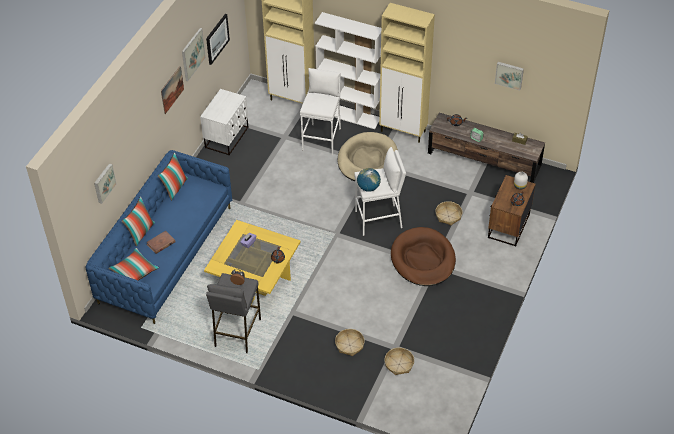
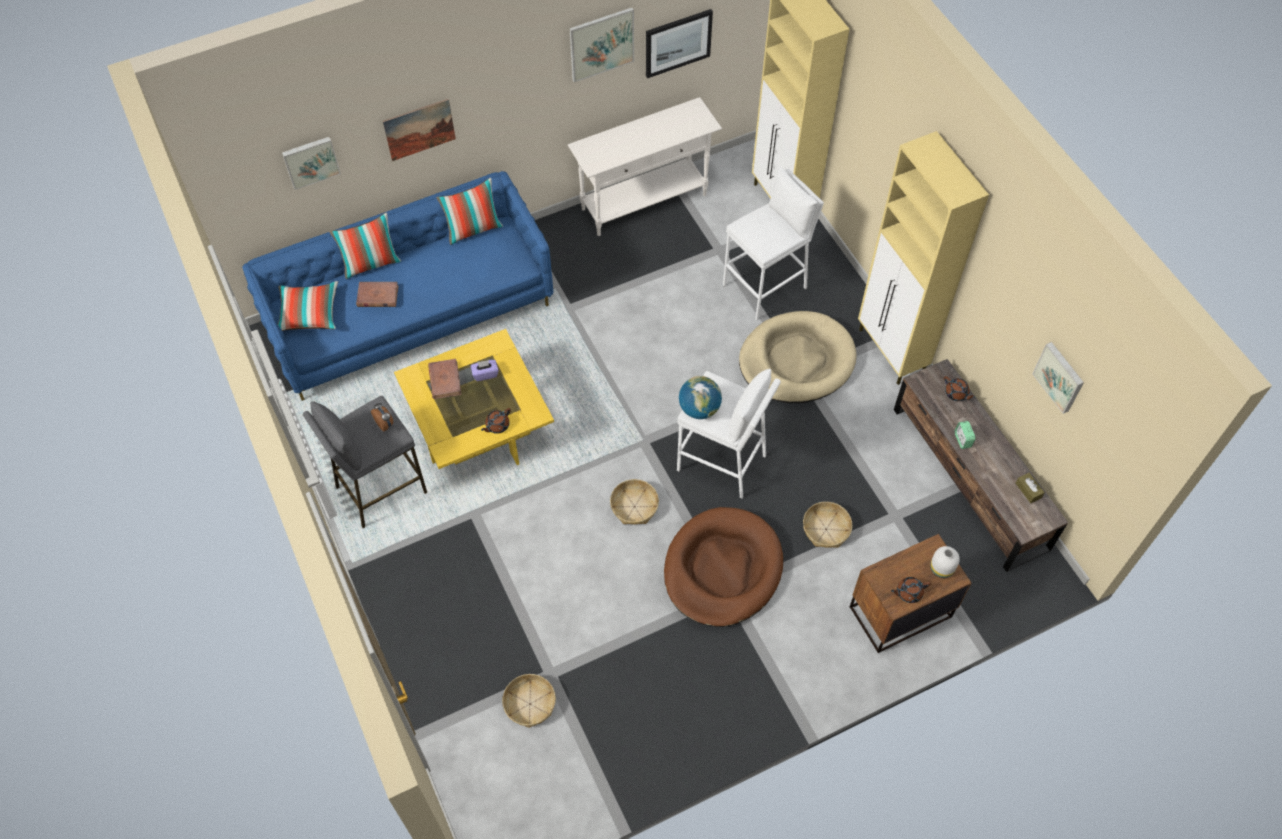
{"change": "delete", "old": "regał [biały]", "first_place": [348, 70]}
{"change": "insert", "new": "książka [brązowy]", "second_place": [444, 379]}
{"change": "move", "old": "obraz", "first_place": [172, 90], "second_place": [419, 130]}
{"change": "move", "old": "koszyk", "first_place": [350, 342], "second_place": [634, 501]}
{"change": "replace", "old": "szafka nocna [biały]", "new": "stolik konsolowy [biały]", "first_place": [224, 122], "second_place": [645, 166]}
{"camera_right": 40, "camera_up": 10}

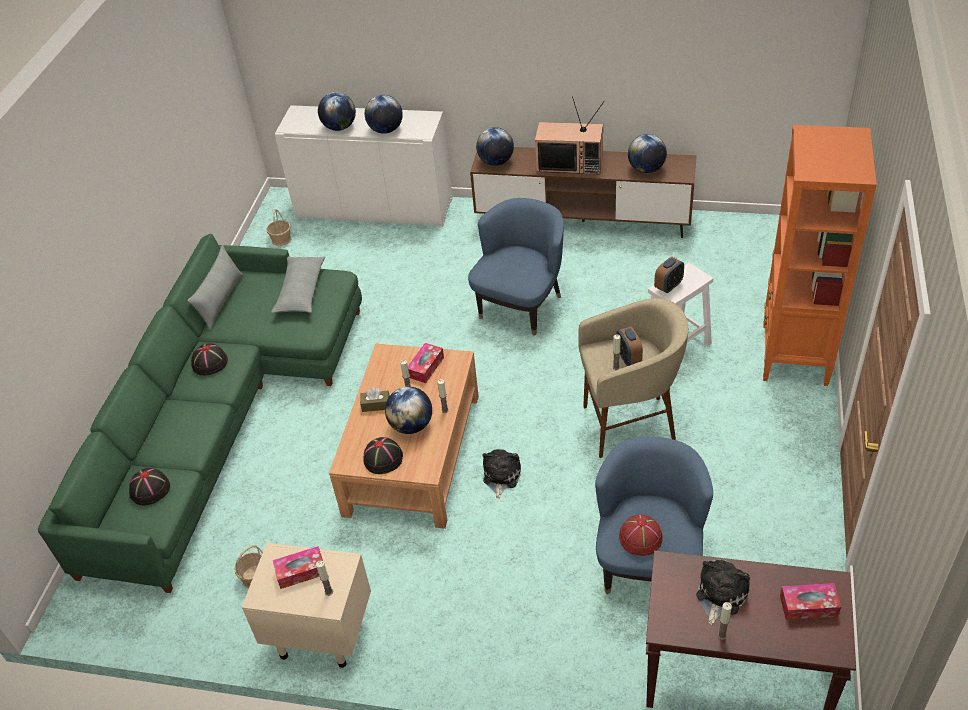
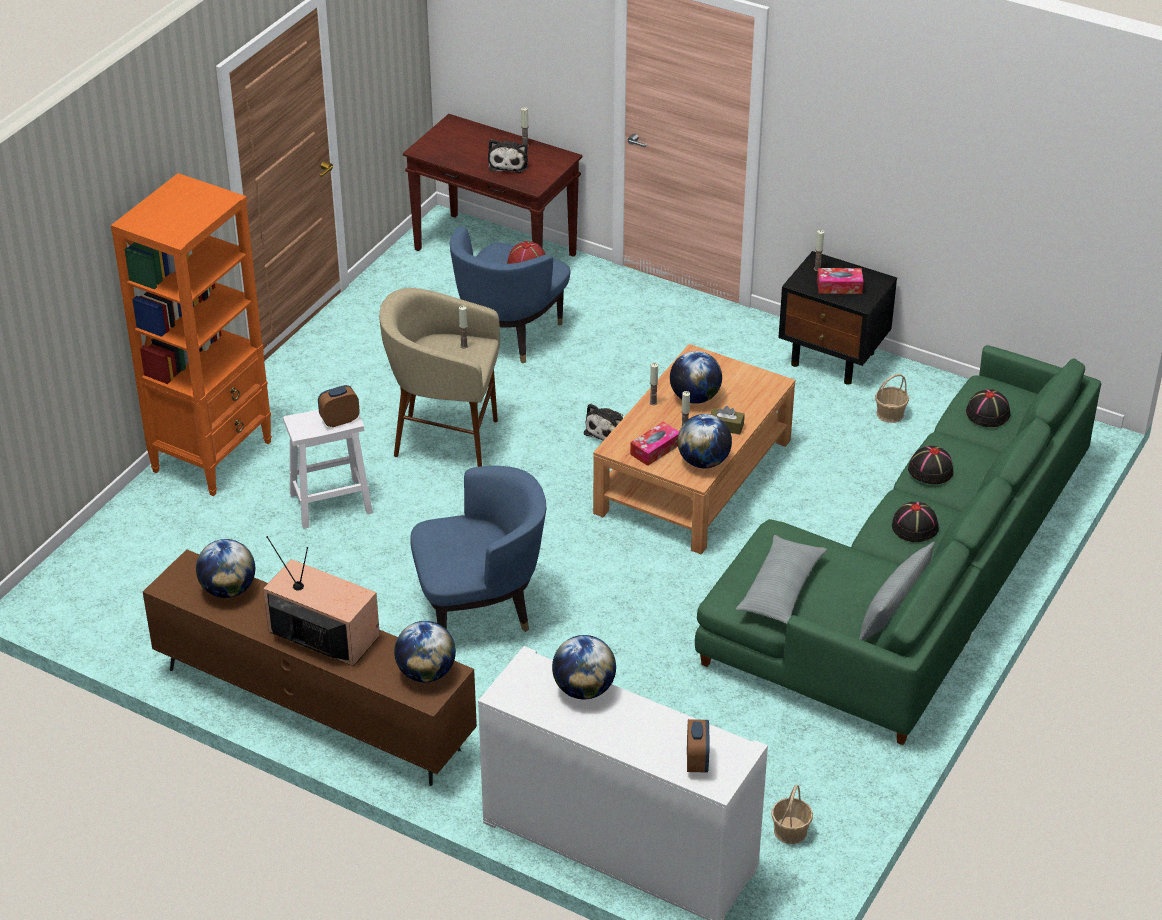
{"change": "delete", "old": "pudełko chusteczek", "first_place": [810, 601]}
{"change": "move", "old": "globus", "first_place": [337, 111], "second_place": [705, 441]}
{"change": "move", "old": "kapelusz [czarny]", "first_place": [383, 455], "second_place": [931, 464]}
{"change": "move", "old": "budzik", "first_place": [629, 346], "second_place": [698, 745]}
{"change": "recolor", "old": "szafka nocna [beżowy]", "new": "szafka nocna [czarny]", "first_place": [306, 605], "second_place": [837, 318]}
{"change": "rotate", "old": "fotel [niebieski]", "first_place": [516, 267], "second_place": [478, 549], "degrees": -150}
{"change": "rotate", "old": "pluszak", "first_place": [723, 592], "second_place": [508, 156], "degrees": -45}
{"camera_right": -165, "camera_up": -5}

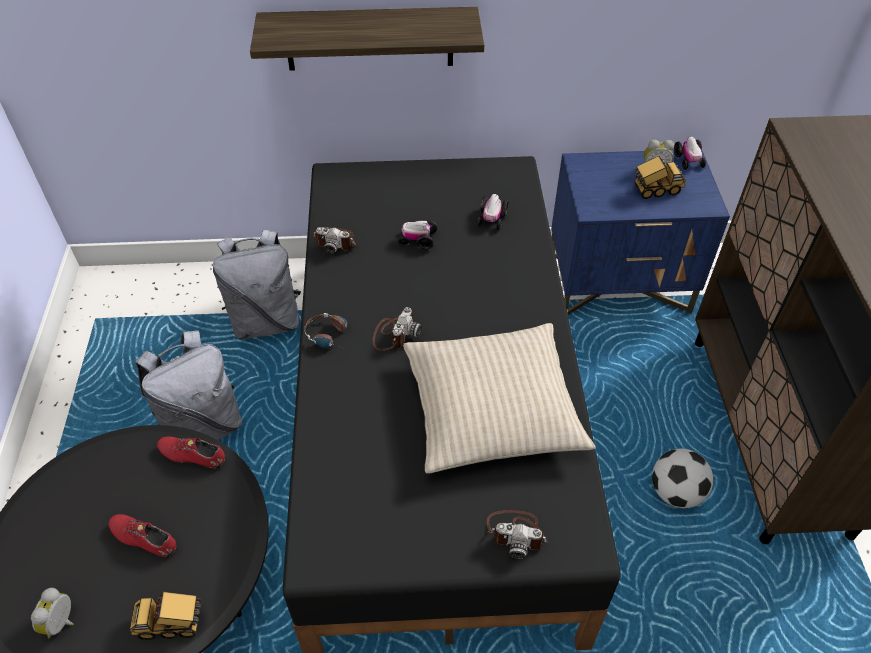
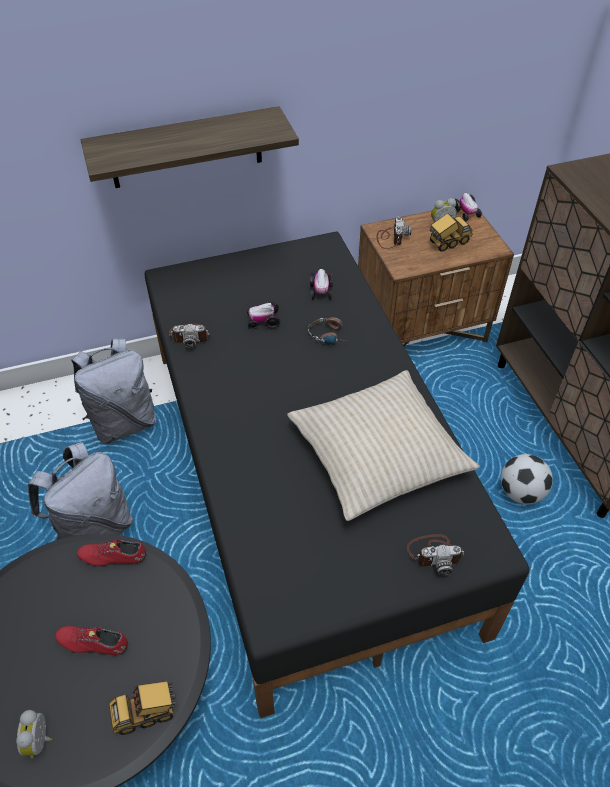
{"change": "move", "old": "słuchawki", "first_place": [325, 331], "second_place": [327, 331]}
{"change": "move", "old": "aparat fotograficzny", "first_place": [396, 328], "second_place": [394, 232]}
{"change": "recolor", "old": "szafka nocna [niebieski]", "new": "szafka nocna [brązowy]", "first_place": [640, 232], "second_place": [436, 278]}
{"camera_right": -15, "camera_up": 0}

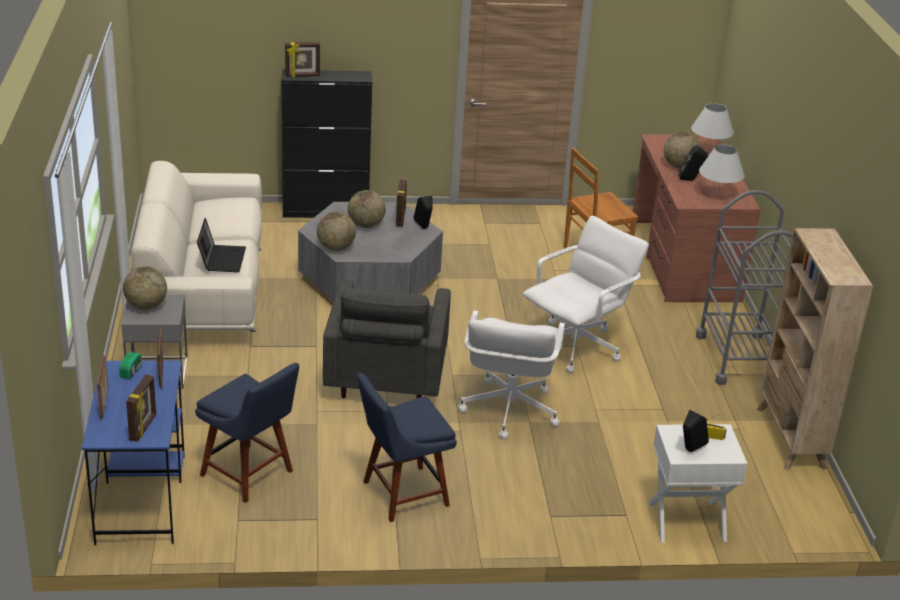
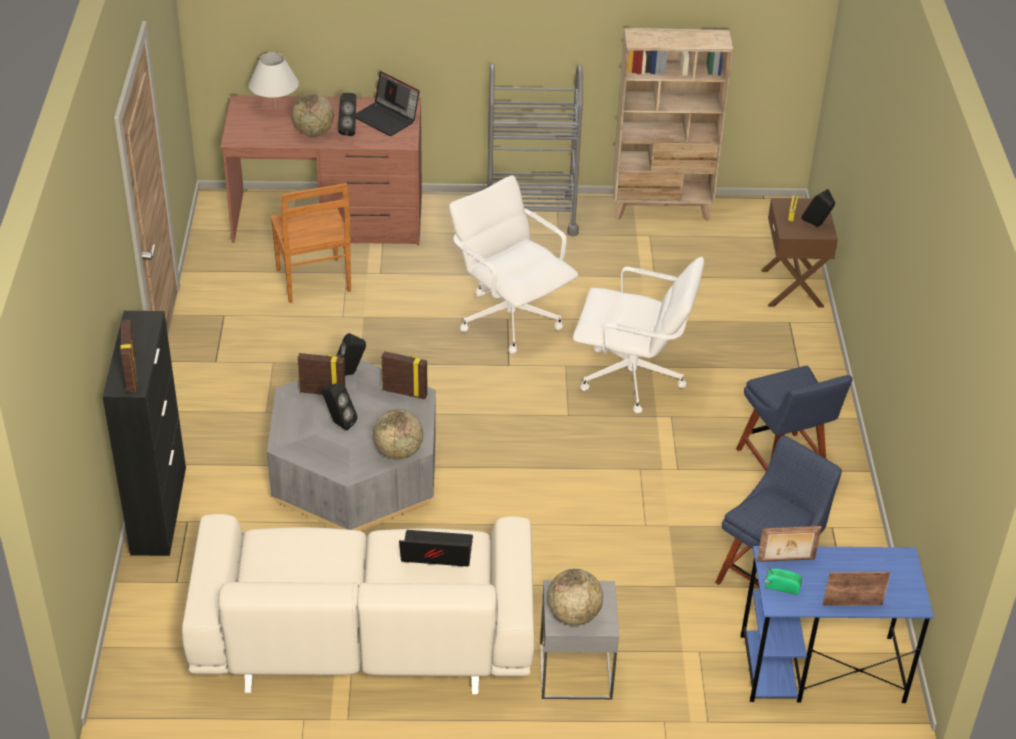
{"change": "delete", "old": "fotel [szary]", "first_place": [387, 338]}
{"change": "move", "old": "ramka na zdjęcie", "first_place": [141, 408], "second_place": [404, 375]}
{"change": "replace", "old": "globus", "new": "głośnik [czarny]", "first_place": [366, 209], "second_place": [339, 407]}
{"change": "replace", "old": "lampa stołowa [biały]", "new": "laptop", "first_place": [721, 169], "second_place": [388, 103]}
{"change": "recolor", "old": "szafka nocna [biały]", "new": "szafka nocna [brązowy]", "first_place": [698, 483], "second_place": [799, 252]}
{"camera_right": -85, "camera_up": 10}

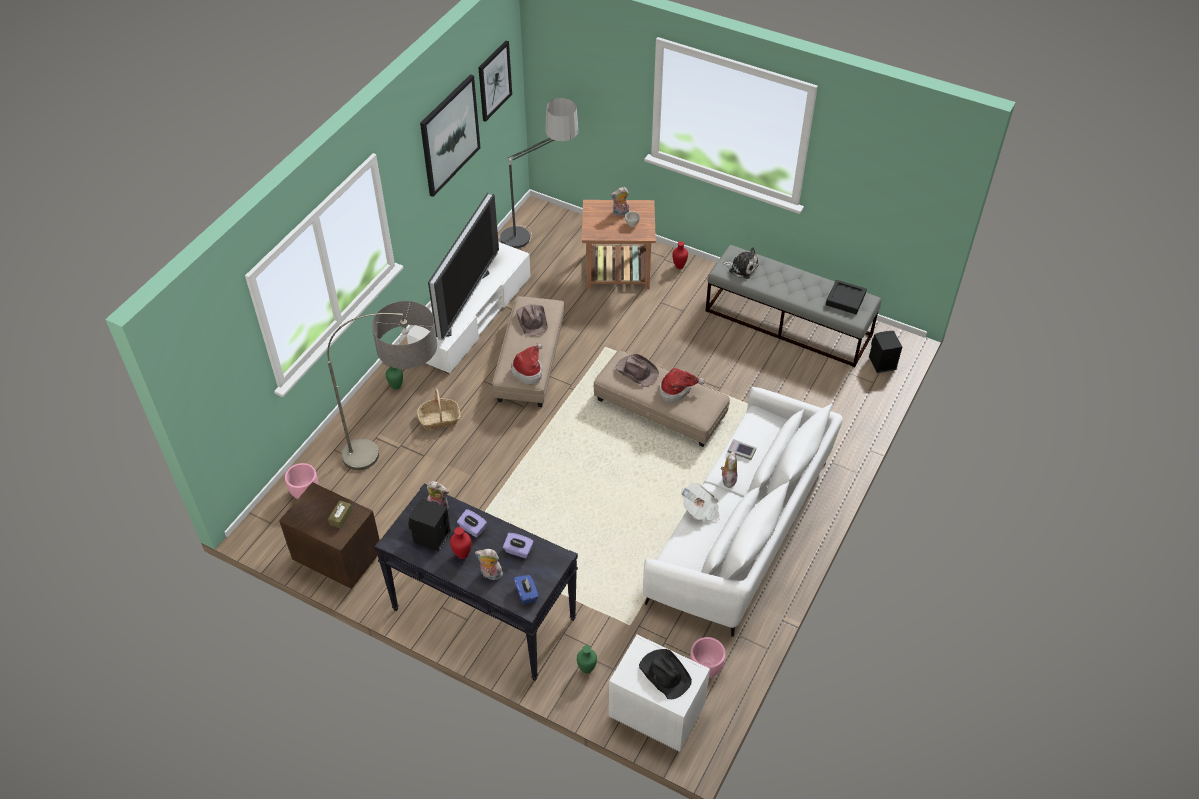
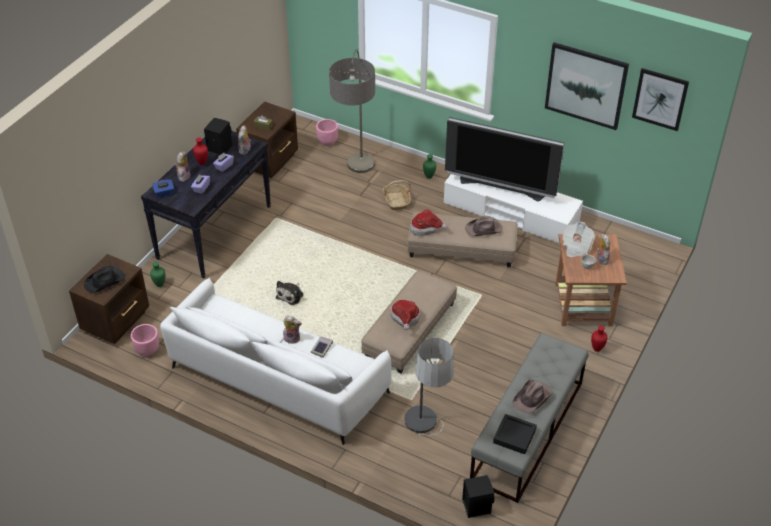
{"change": "move", "old": "lampa stojąca", "first_place": [538, 173], "second_place": [428, 386]}
{"change": "move", "old": "kapelusz [brązowy]", "first_place": [637, 370], "second_place": [532, 397]}
{"change": "move", "old": "gazeta", "first_place": [700, 502], "second_place": [578, 239]}
{"change": "move", "old": "pluszak", "first_place": [741, 263], "second_place": [289, 293]}
{"change": "recolor", "old": "szafka nocna [biały]", "new": "szafka nocna [brązowy]", "first_place": [659, 693], "second_place": [109, 299]}
{"camera_right": 90, "camera_up": -5}

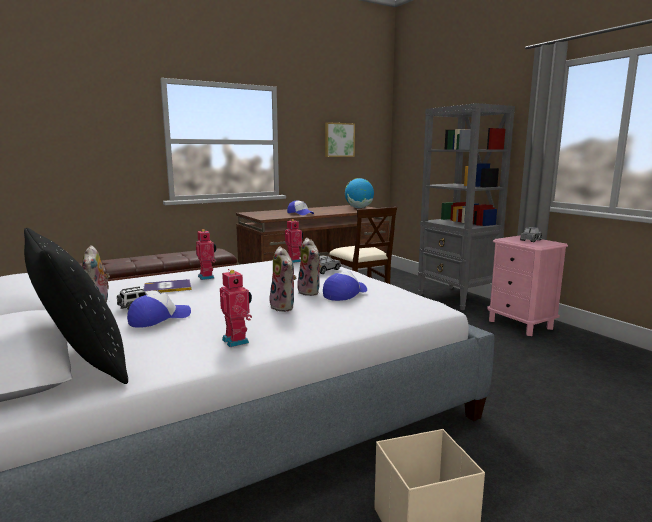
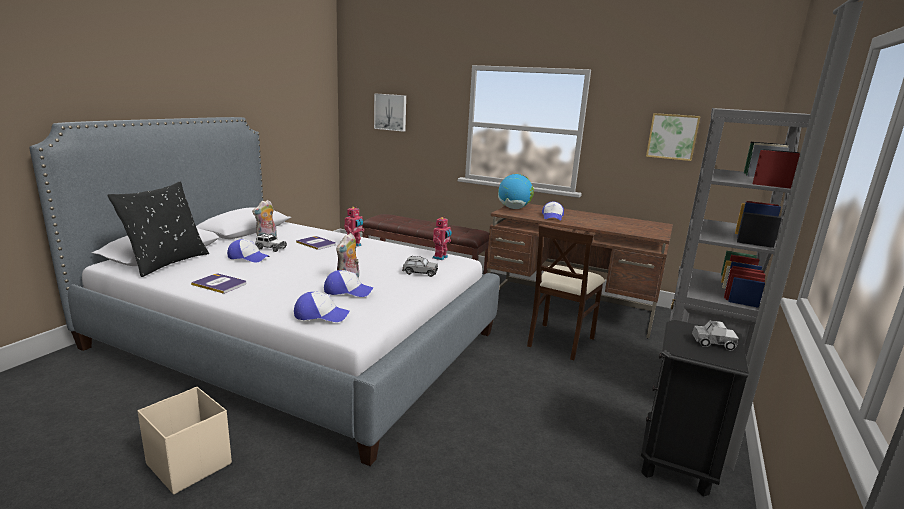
{"change": "delete", "old": "pluszak", "first_place": [283, 279]}
{"change": "insert", "new": "czapka z daszkiem", "second_place": [321, 307]}
{"change": "insert", "new": "obraz", "second_place": [390, 112]}
{"change": "move", "old": "globus", "first_place": [359, 193], "second_place": [516, 191]}
{"change": "replace", "old": "robot zabawkowy", "new": "książka", "first_place": [236, 308], "second_place": [218, 284]}
{"change": "recolor", "old": "szafka nocna [różowy]", "new": "szafka nocna [czarny]", "first_place": [527, 286], "second_place": [695, 408]}
{"camera_right": 55, "camera_up": 5}

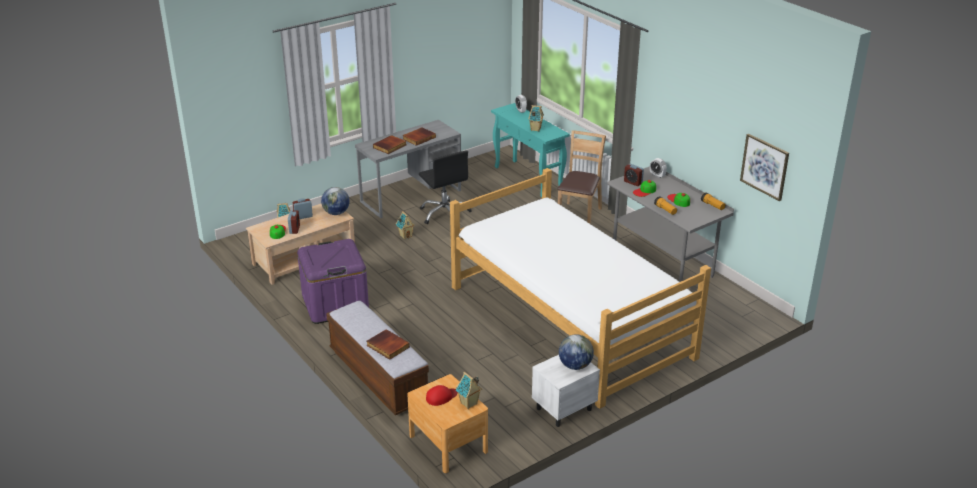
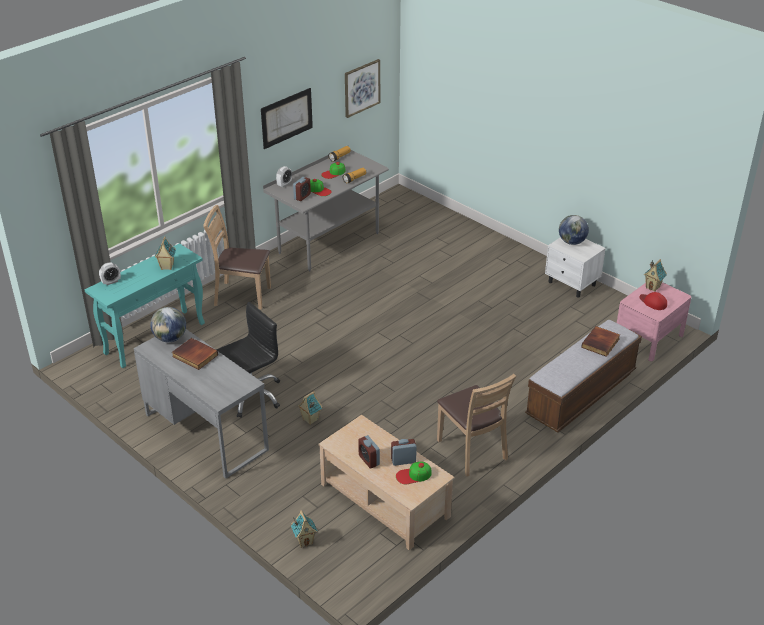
{"change": "delete", "old": "książka", "first_place": [389, 144]}
{"change": "delete", "old": "łóżko", "first_place": [580, 288]}
{"change": "insert", "new": "obraz", "second_place": [287, 118]}
{"change": "move", "old": "globus", "first_place": [335, 201], "second_place": [168, 324]}
{"change": "replace", "old": "pojemnik do przechowywania [fioletowy]", "new": "krzesło [brązowy]", "first_place": [333, 281], "second_place": [476, 425]}
{"change": "recolor", "old": "szafka nocna [brązowy]", "new": "szafka nocna [różowy]", "first_place": [447, 423], "second_place": [654, 321]}
{"camera_right": -100, "camera_up": 5}

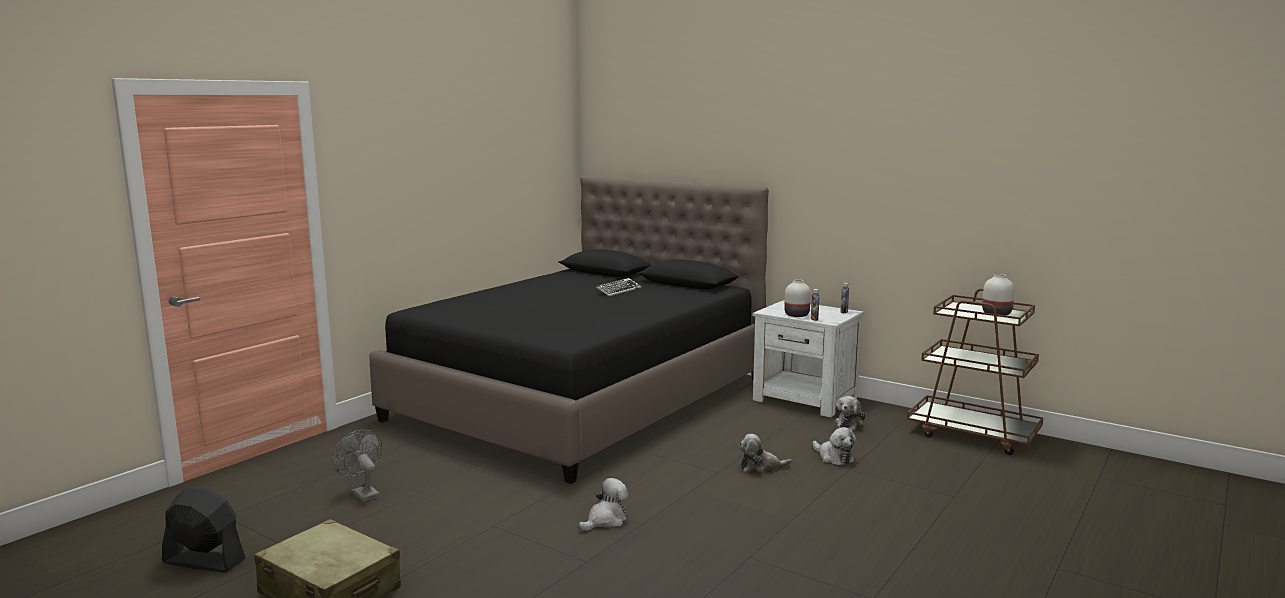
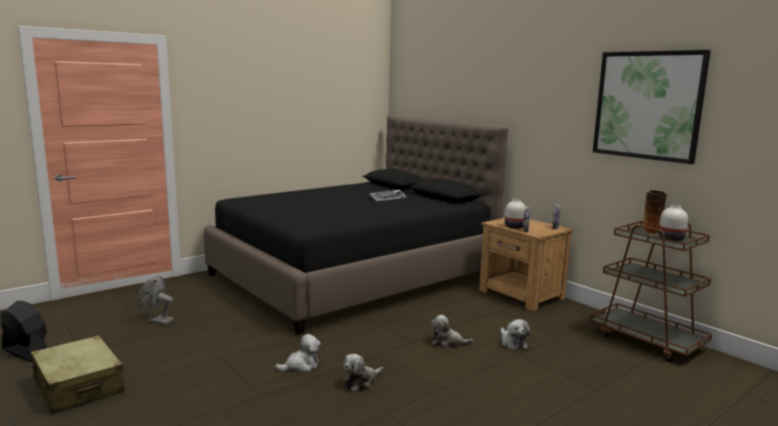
{"change": "insert", "new": "obraz", "second_place": [652, 107]}
{"change": "insert", "new": "wazon", "second_place": [655, 212]}
{"change": "move", "old": "pluszak", "first_place": [850, 413], "second_place": [363, 373]}
{"change": "recolor", "old": "szafka nocna [biały]", "new": "szafka nocna [brązowy]", "first_place": [808, 359], "second_place": [526, 264]}
{"change": "rotate", "old": "wentylator [szary]", "first_place": [357, 466], "second_place": [156, 300], "degrees": -45}
{"camera_right": 15, "camera_up": 0}

